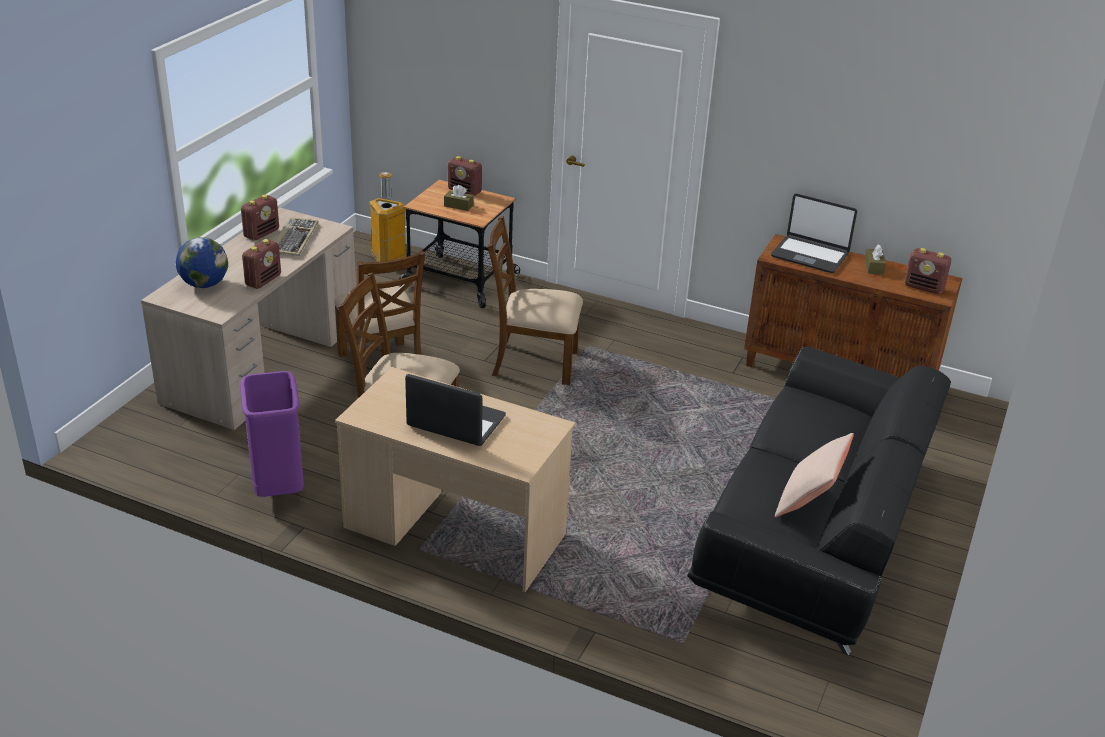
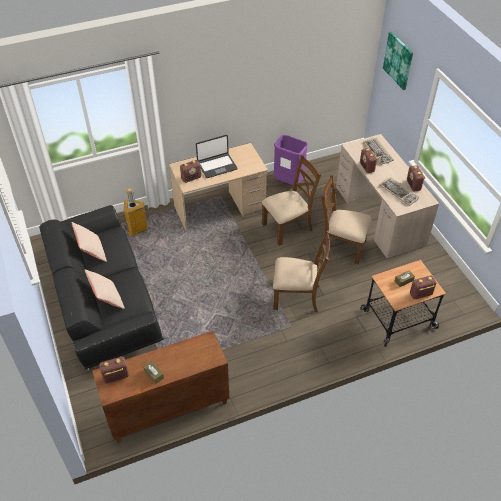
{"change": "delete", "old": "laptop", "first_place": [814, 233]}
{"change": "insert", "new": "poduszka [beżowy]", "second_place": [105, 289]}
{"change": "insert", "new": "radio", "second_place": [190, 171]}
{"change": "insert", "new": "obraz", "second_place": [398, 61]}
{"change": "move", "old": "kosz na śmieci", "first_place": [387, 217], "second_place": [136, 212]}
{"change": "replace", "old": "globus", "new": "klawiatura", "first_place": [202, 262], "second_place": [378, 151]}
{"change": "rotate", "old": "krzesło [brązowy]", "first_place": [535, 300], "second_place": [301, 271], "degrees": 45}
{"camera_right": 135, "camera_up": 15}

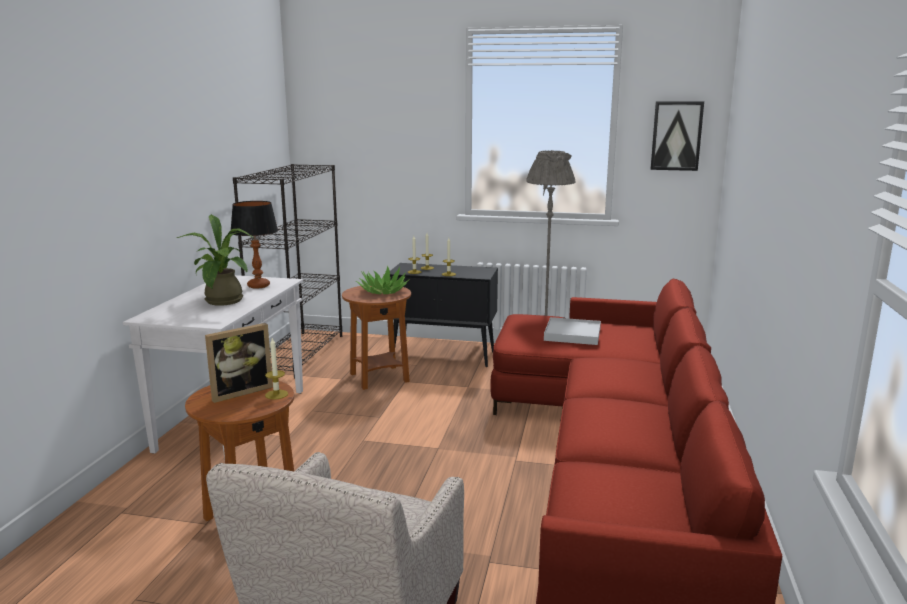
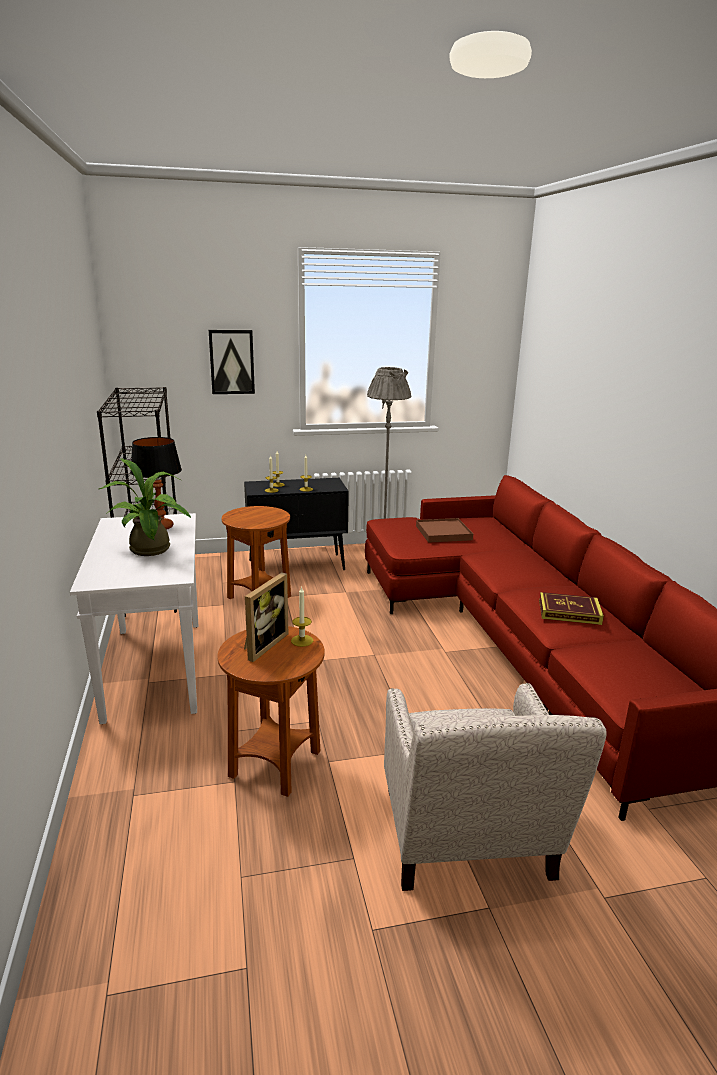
{"change": "delete", "old": "roślina doniczkowa", "first_place": [383, 280]}
{"change": "insert", "new": "książka", "second_place": [571, 608]}
{"change": "move", "old": "obraz", "first_place": [677, 136], "second_place": [232, 362]}
{"change": "recolor", "old": "taca [biały]", "new": "taca [brązowy]", "first_place": [572, 331], "second_place": [444, 530]}
{"camera_right": -25, "camera_up": 5}

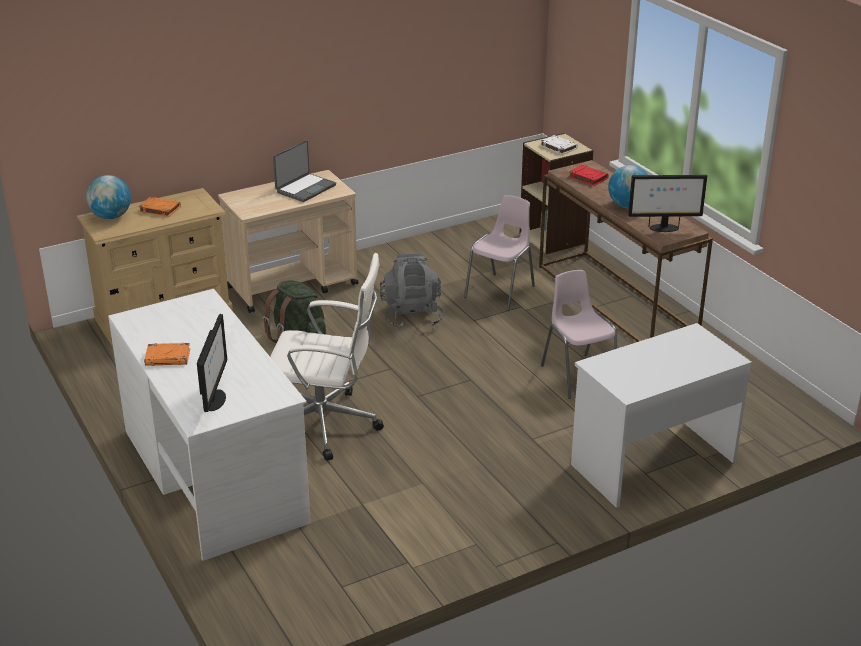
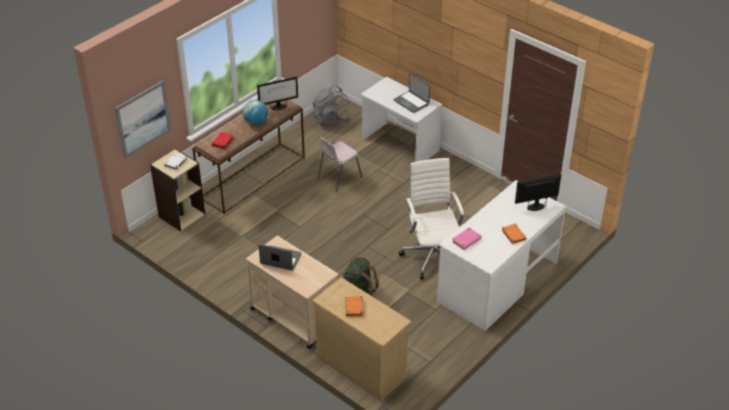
{"change": "delete", "old": "globus", "first_place": [108, 197]}
{"change": "delete", "old": "krzesło [różowy]", "first_place": [499, 253]}
{"change": "insert", "new": "obraz", "second_place": [143, 119]}
{"change": "insert", "new": "laptop", "second_place": [412, 93]}
{"change": "insert", "new": "książka [różowy]", "second_place": [467, 239]}
{"change": "move", "old": "plecak [szary]", "first_place": [412, 291], "second_place": [332, 105]}
{"change": "rotate", "old": "monitor", "first_place": [667, 203], "second_place": [277, 94], "degrees": 90}
{"camera_right": -110, "camera_up": 10}

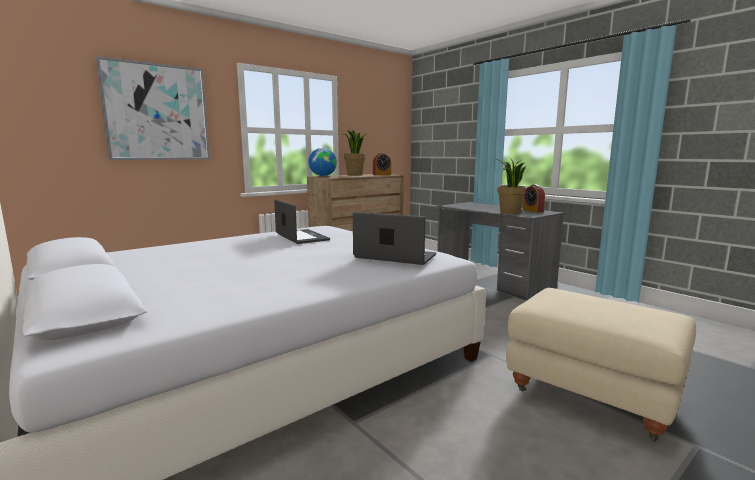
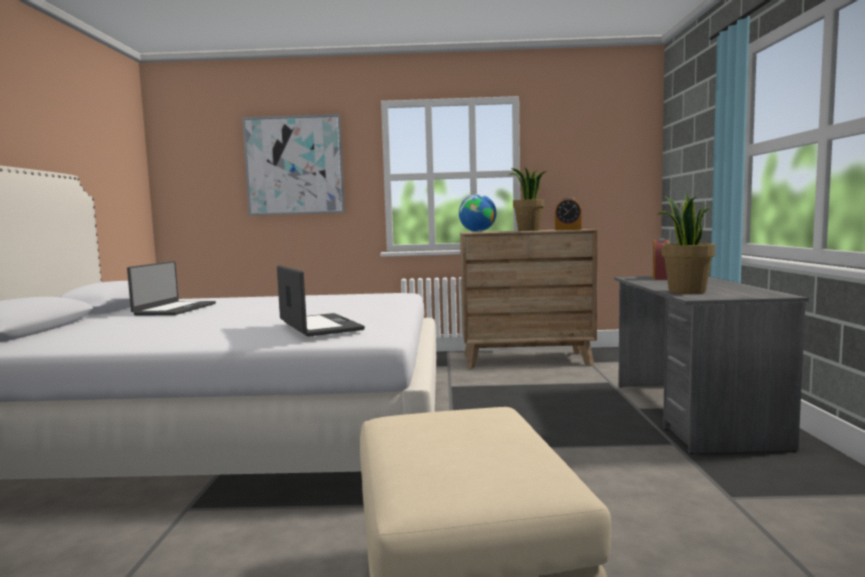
{"change": "move", "old": "laptop", "first_place": [302, 222], "second_place": [171, 288]}
{"change": "move", "old": "budzik", "first_place": [534, 199], "second_place": [661, 259]}
{"camera_right": 40, "camera_up": -5}

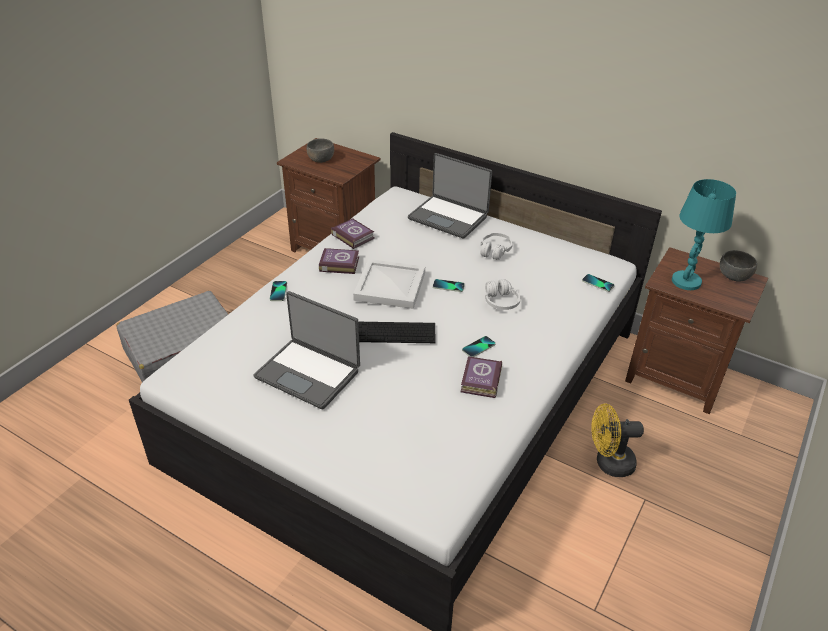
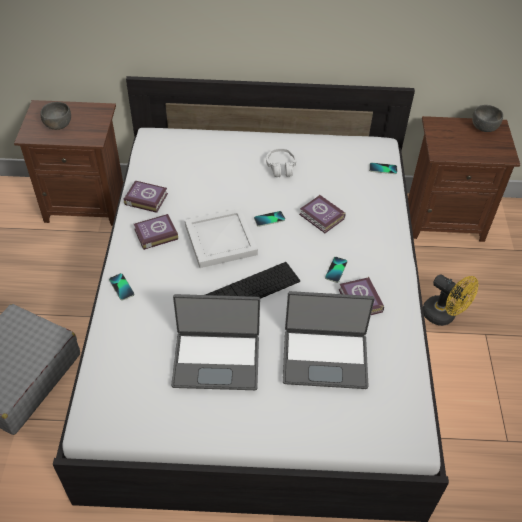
{"change": "delete", "old": "lampa stołowa [turkusowy]", "first_place": [704, 234]}
{"change": "move", "old": "laptop", "first_place": [450, 196], "second_place": [328, 340]}
{"change": "replace", "old": "słuchawki [biały]", "new": "książka", "first_place": [503, 294], "second_place": [322, 213]}
{"change": "rotate", "old": "wentylator [żółty]", "first_place": [617, 440], "second_place": [450, 300], "degrees": -105}
{"camera_right": -30, "camera_up": 10}

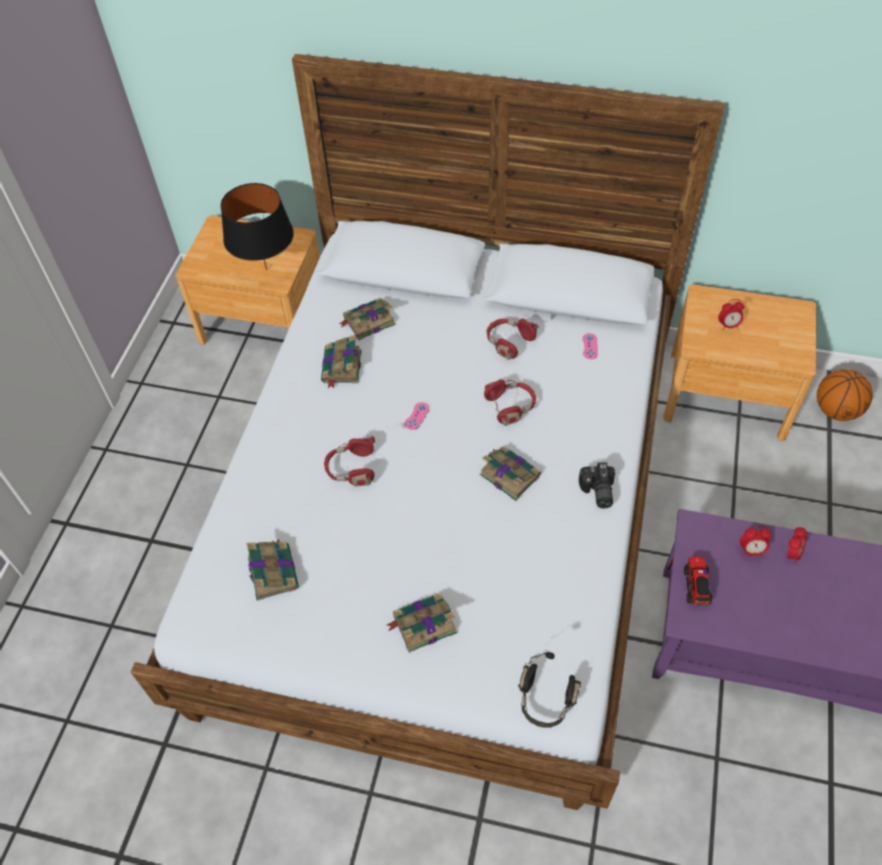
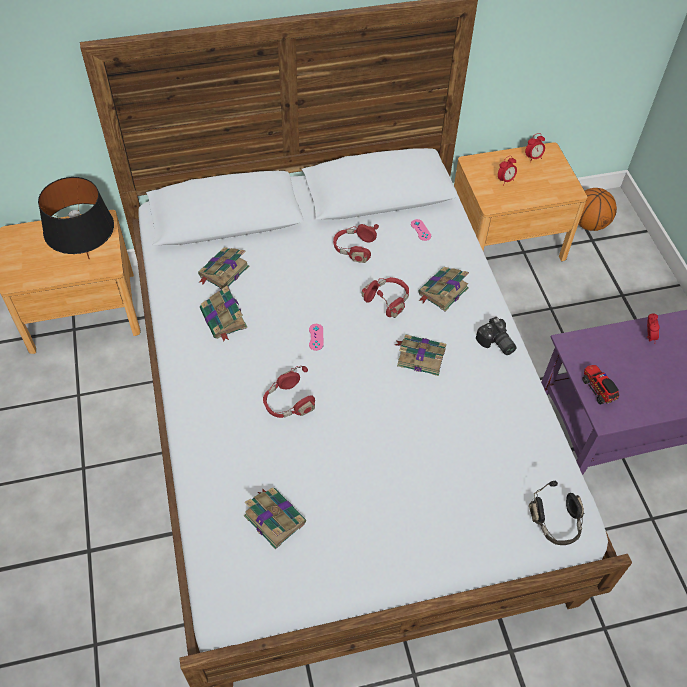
{"change": "move", "old": "książka", "first_place": [422, 623], "second_place": [443, 289]}
{"change": "move", "old": "budzik", "first_place": [756, 541], "second_place": [535, 147]}
{"camera_right": -30, "camera_up": 0}

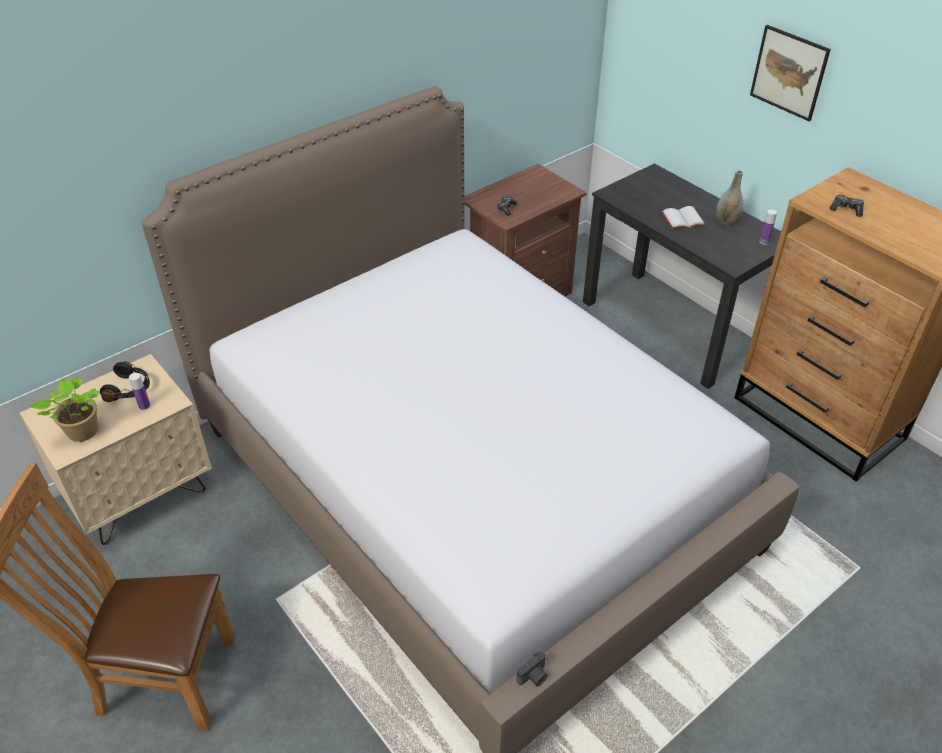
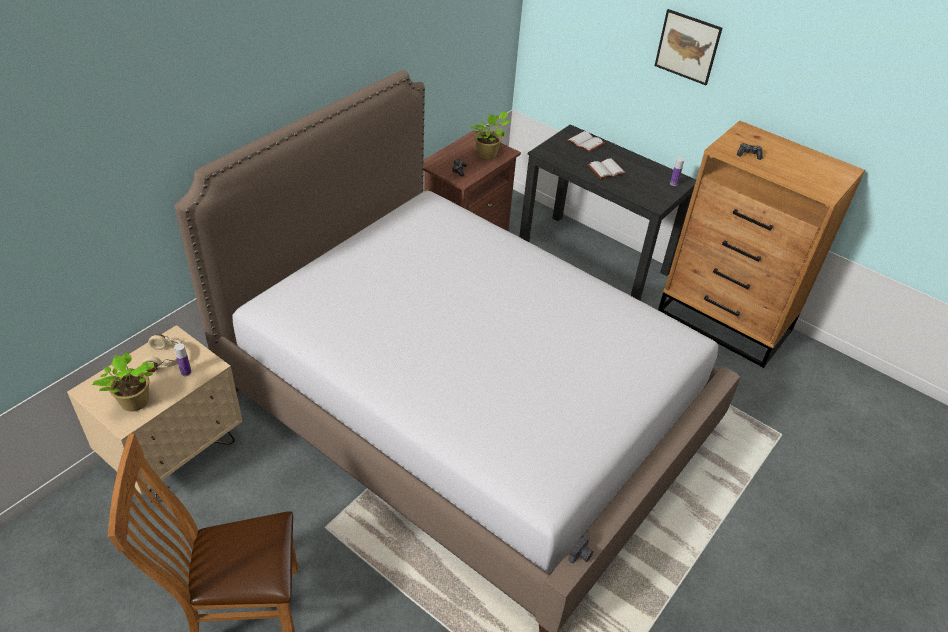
{"change": "delete", "old": "wazon [szary]", "first_place": [730, 198]}
{"change": "insert", "new": "roślina doniczkowa", "second_place": [490, 135]}
{"change": "insert", "new": "książka [biały]", "second_place": [586, 141]}
{"change": "recolor", "old": "słuchawki [czarny]", "new": "słuchawki [beżowy]", "first_place": [125, 381], "second_place": [163, 353]}
{"camera_right": -15, "camera_up": 0}

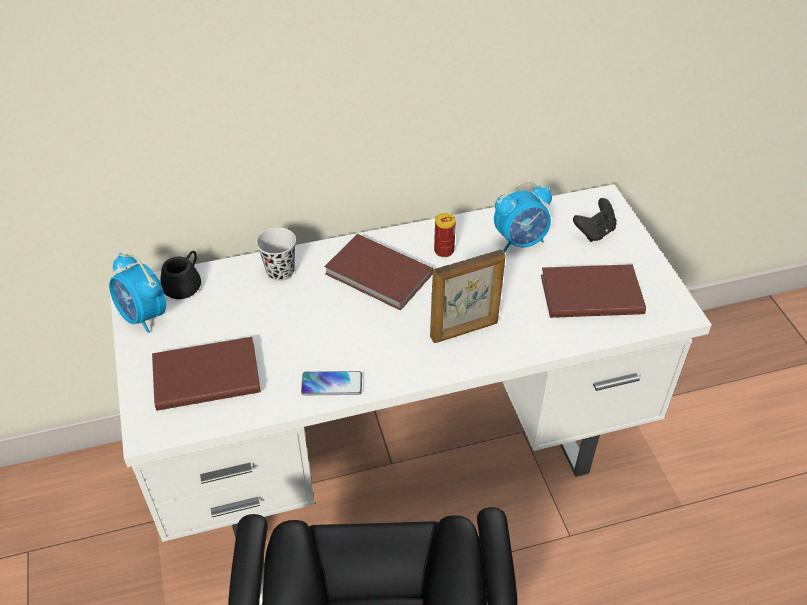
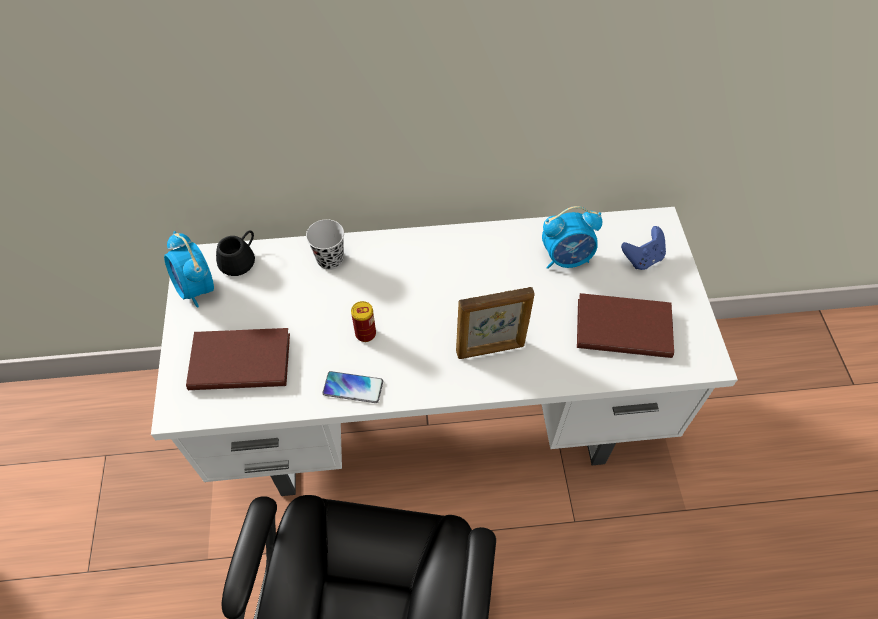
{"change": "delete", "old": "książka [brązowy]", "first_place": [378, 272]}
{"change": "move", "old": "puszka", "first_place": [445, 235], "second_place": [363, 321]}
{"change": "recolor", "old": "pad do gier [czarny]", "new": "pad do gier [niebieski]", "first_place": [595, 220], "second_place": [643, 248]}
{"camera_right": 10, "camera_up": 10}

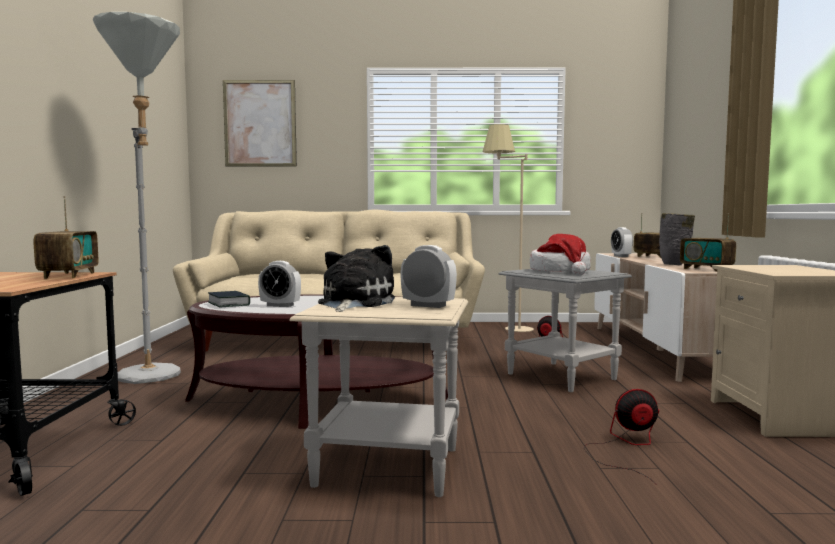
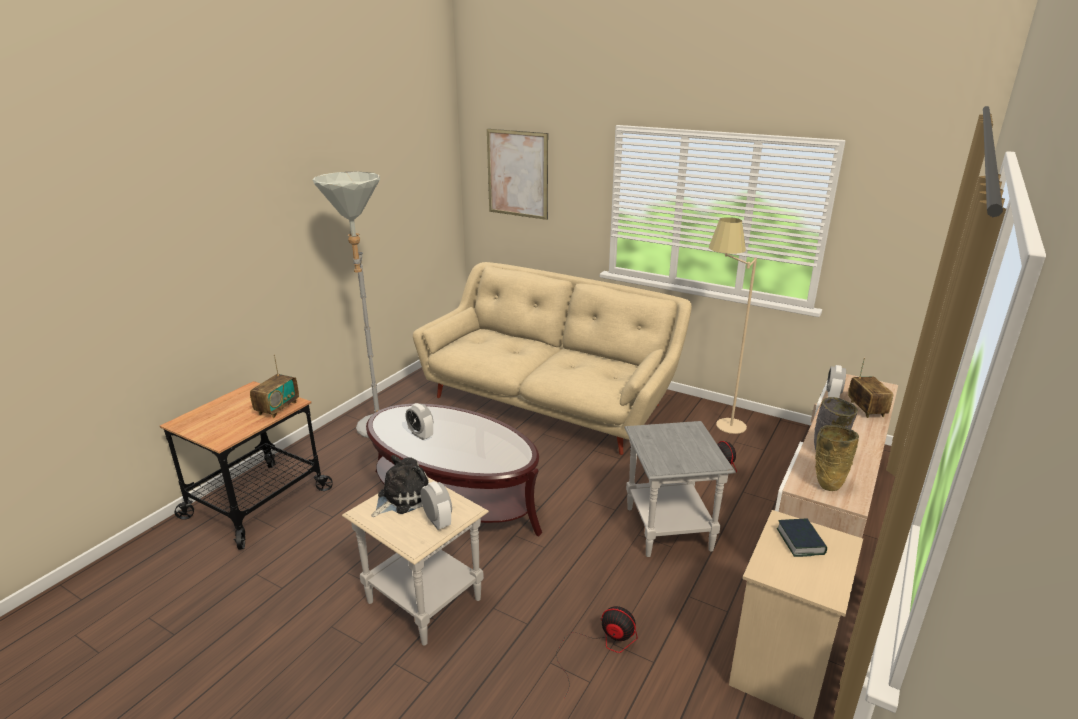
{"change": "delete", "old": "kapelusz", "first_place": [560, 255]}
{"change": "move", "old": "książka", "first_place": [229, 299], "second_place": [802, 537]}
{"change": "replace", "old": "radio", "new": "wazon [beżowy]", "first_place": [708, 242], "second_place": [837, 458]}
{"camera_right": 30, "camera_up": 20}

